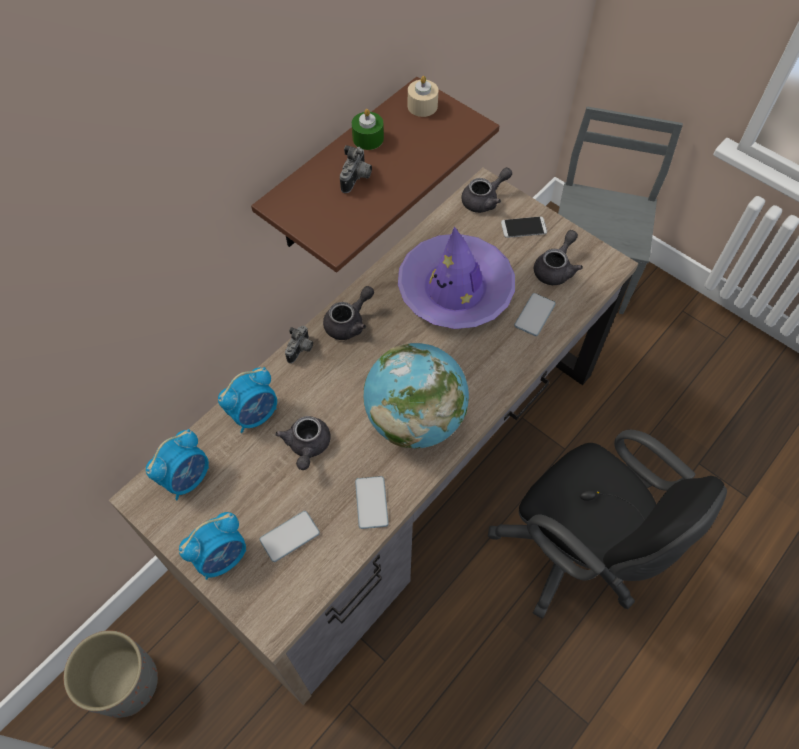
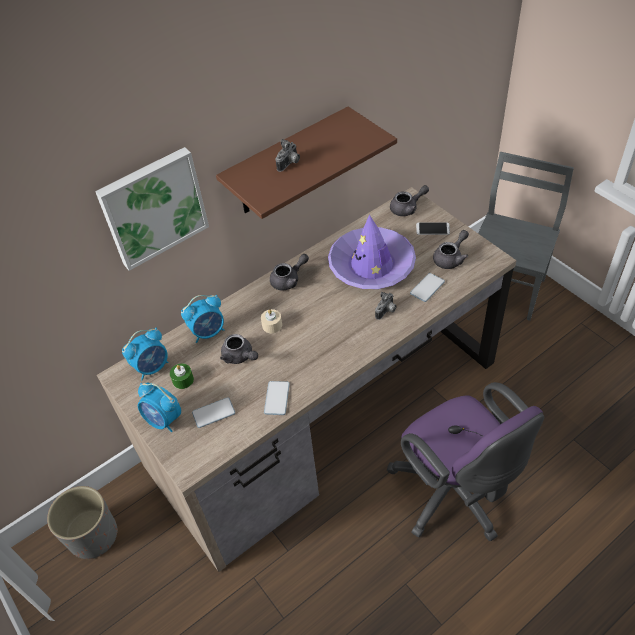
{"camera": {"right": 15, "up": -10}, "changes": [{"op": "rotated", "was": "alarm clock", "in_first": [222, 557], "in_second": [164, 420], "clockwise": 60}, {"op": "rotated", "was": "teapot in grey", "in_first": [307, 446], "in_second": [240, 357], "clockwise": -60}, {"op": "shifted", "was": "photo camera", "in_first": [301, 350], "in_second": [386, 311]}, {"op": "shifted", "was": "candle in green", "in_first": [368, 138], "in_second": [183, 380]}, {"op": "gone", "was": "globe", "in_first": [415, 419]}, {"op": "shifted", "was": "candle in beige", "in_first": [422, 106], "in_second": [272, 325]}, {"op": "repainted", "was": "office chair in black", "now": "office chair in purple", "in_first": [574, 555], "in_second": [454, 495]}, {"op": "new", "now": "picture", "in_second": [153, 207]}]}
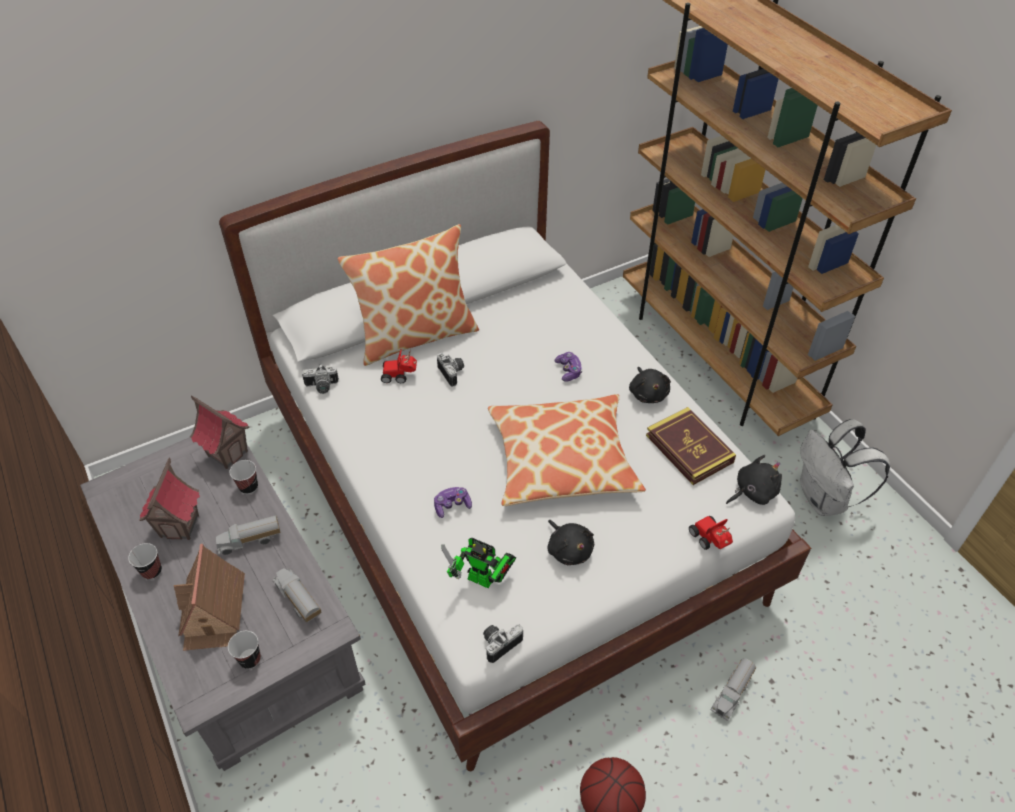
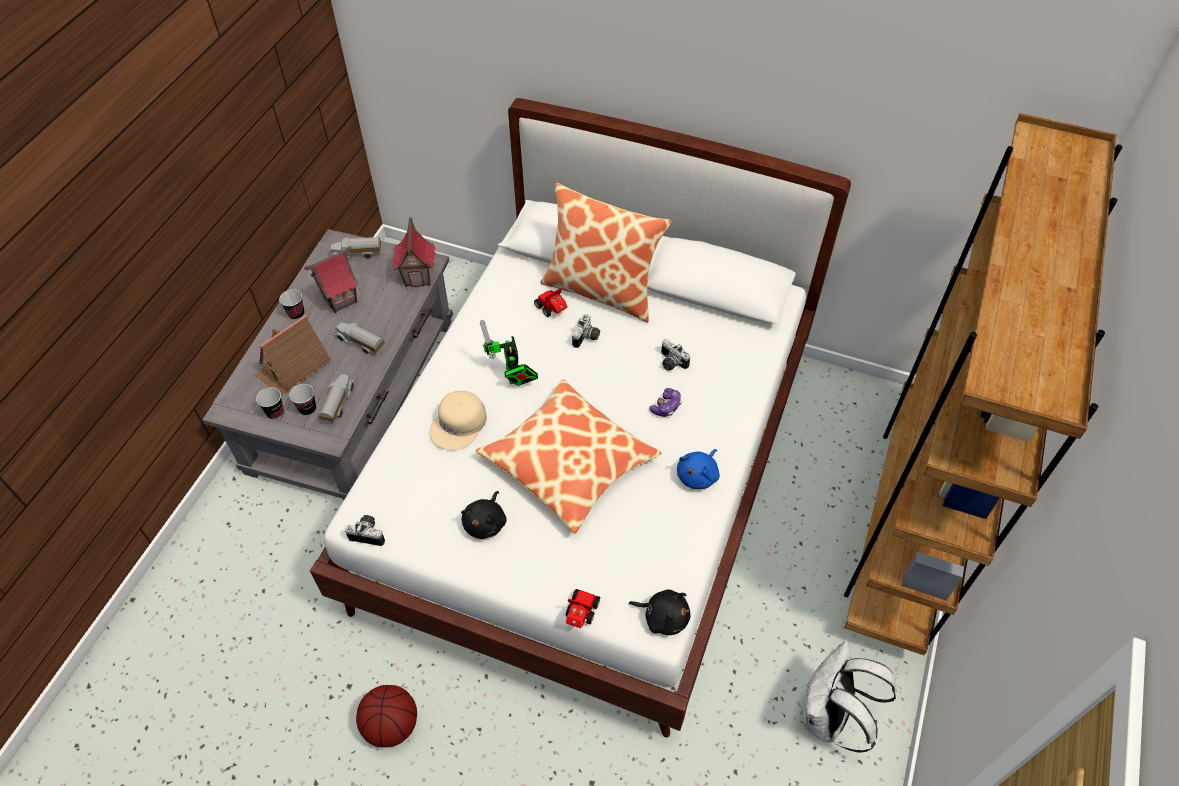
{"camera": {"right": 50, "up": 5}, "changes": [{"op": "shifted", "was": "cup", "in_first": [248, 487], "in_second": [307, 409]}, {"op": "shifted", "was": "photo camera", "in_first": [321, 387], "in_second": [670, 363]}, {"op": "swapped", "was": "game controller", "now": "cap in beige", "in_first": [452, 505], "in_second": [459, 424]}, {"op": "shifted", "was": "toy robot", "in_first": [484, 581], "in_second": [513, 378]}, {"op": "repainted", "was": "plush toy in black", "now": "plush toy in blue", "in_first": [648, 393], "in_second": [698, 475]}, {"op": "gone", "was": "book", "in_first": [689, 449]}, {"op": "shifted", "was": "toy truck", "in_first": [732, 694], "in_second": [357, 254]}]}
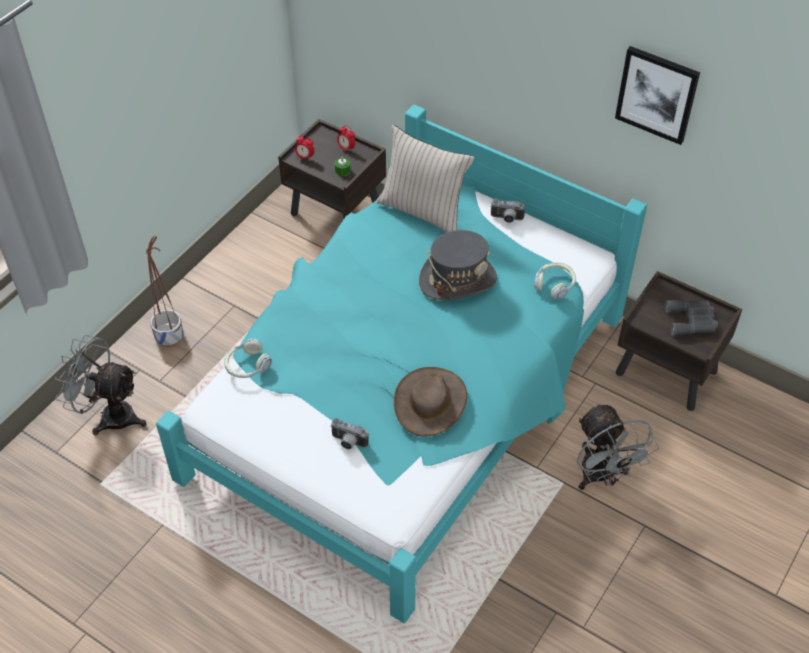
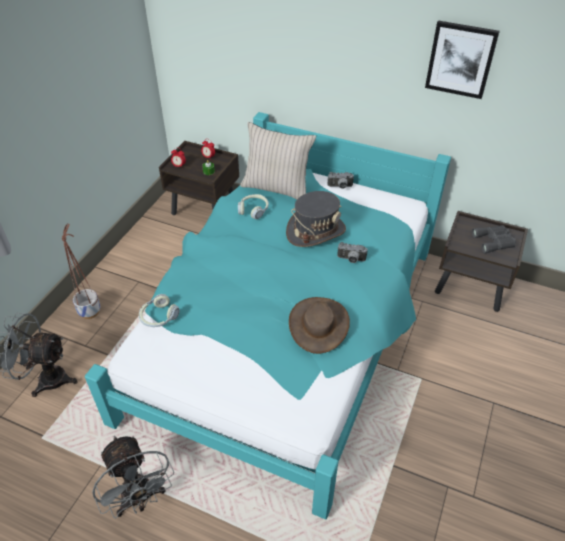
{"camera": {"right": -10, "up": -5}, "changes": [{"op": "shifted", "was": "photo camera", "in_first": [348, 442], "in_second": [351, 260]}, {"op": "shifted", "was": "headphones", "in_first": [554, 284], "in_second": [253, 210]}, {"op": "shifted", "was": "fan in grey", "in_first": [601, 477], "in_second": [140, 499]}]}
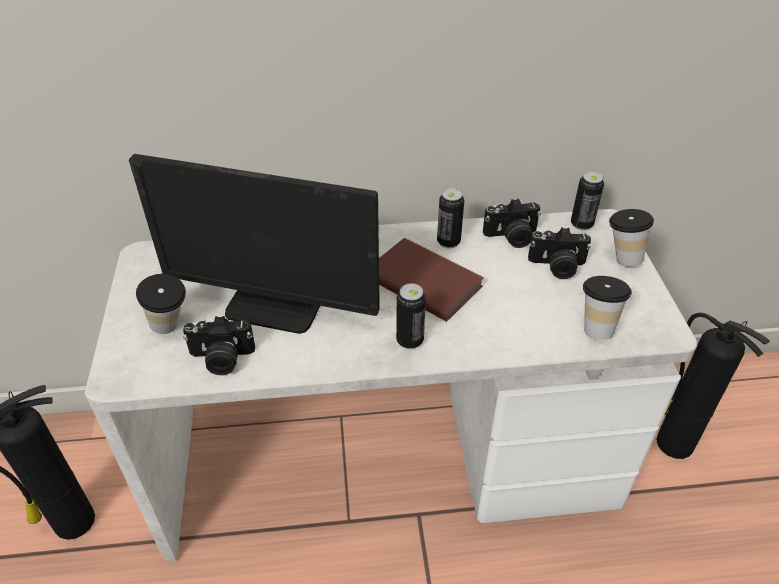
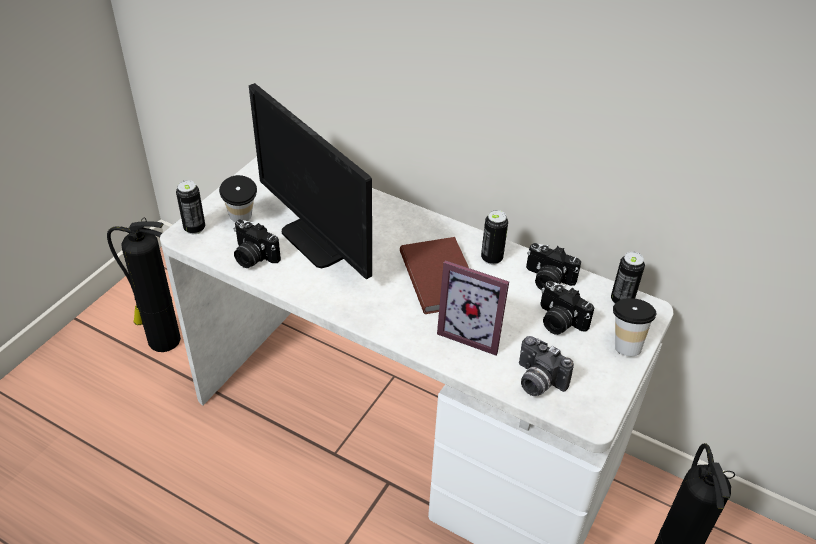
{"camera": {"right": 35, "up": 0}, "changes": [{"op": "shifted", "was": "can", "in_first": [409, 340], "in_second": [194, 228]}, {"op": "swapped", "was": "cup", "now": "photo camera", "in_first": [596, 326], "in_second": [537, 381]}, {"op": "new", "now": "picture frame", "in_second": [473, 332]}]}
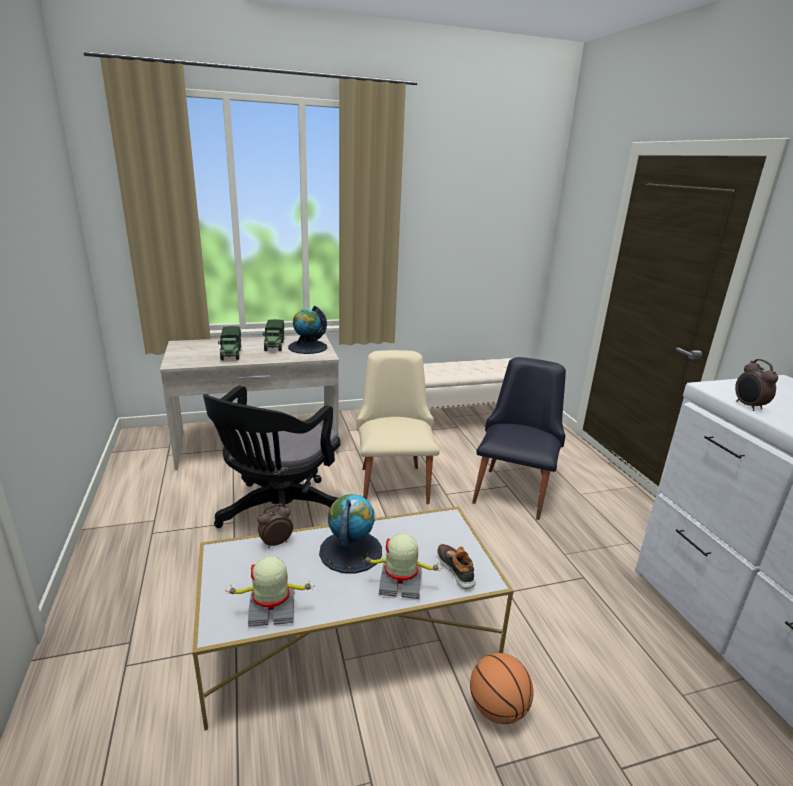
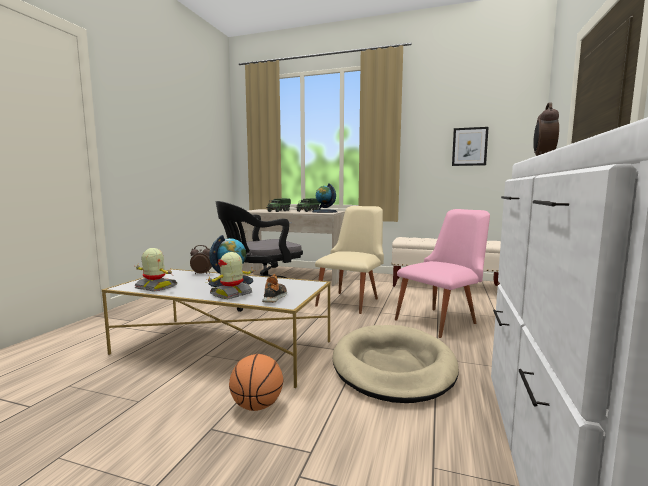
{"camera": {"right": 35, "up": -15}, "changes": [{"op": "rotated", "was": "toy robot", "in_first": [400, 584], "in_second": [232, 294], "clockwise": -90}, {"op": "repainted", "was": "chair in black", "now": "chair in pink", "in_first": [514, 488], "in_second": [442, 320]}, {"op": "new", "now": "dog bed in beige", "in_second": [393, 366]}, {"op": "new", "now": "picture", "in_second": [469, 146]}]}
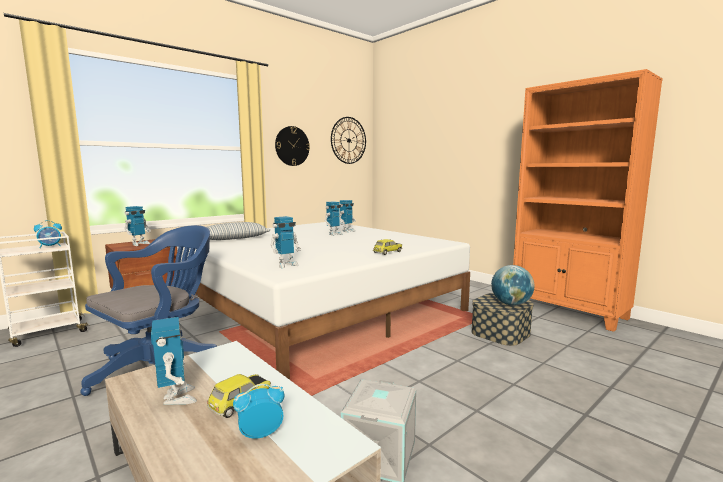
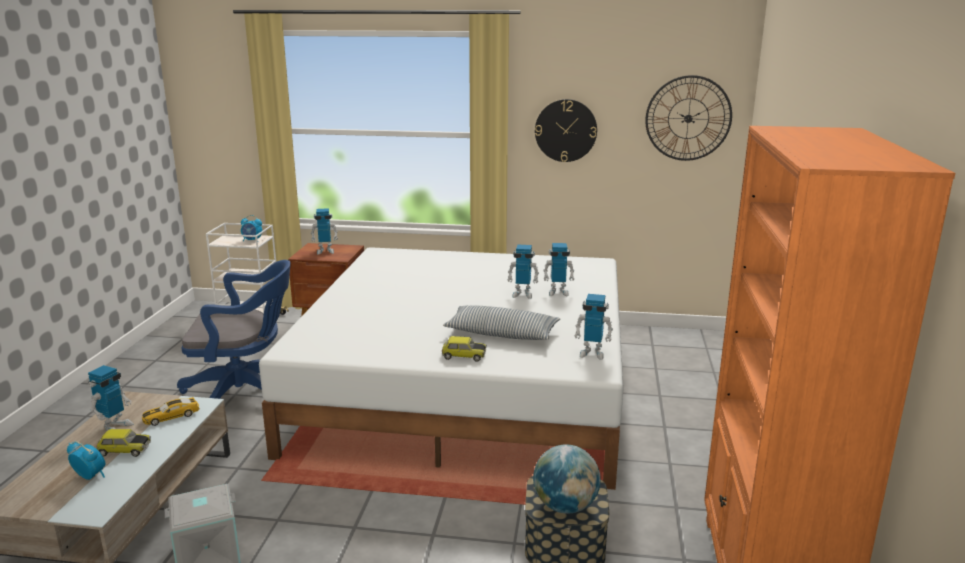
{"camera": {"right": 50, "up": 10}, "changes": [{"op": "shifted", "was": "pillow", "in_first": [234, 238], "in_second": [501, 333]}, {"op": "shifted", "was": "toy robot", "in_first": [286, 265], "in_second": [592, 353]}, {"op": "new", "now": "toy car", "in_second": [171, 416]}]}
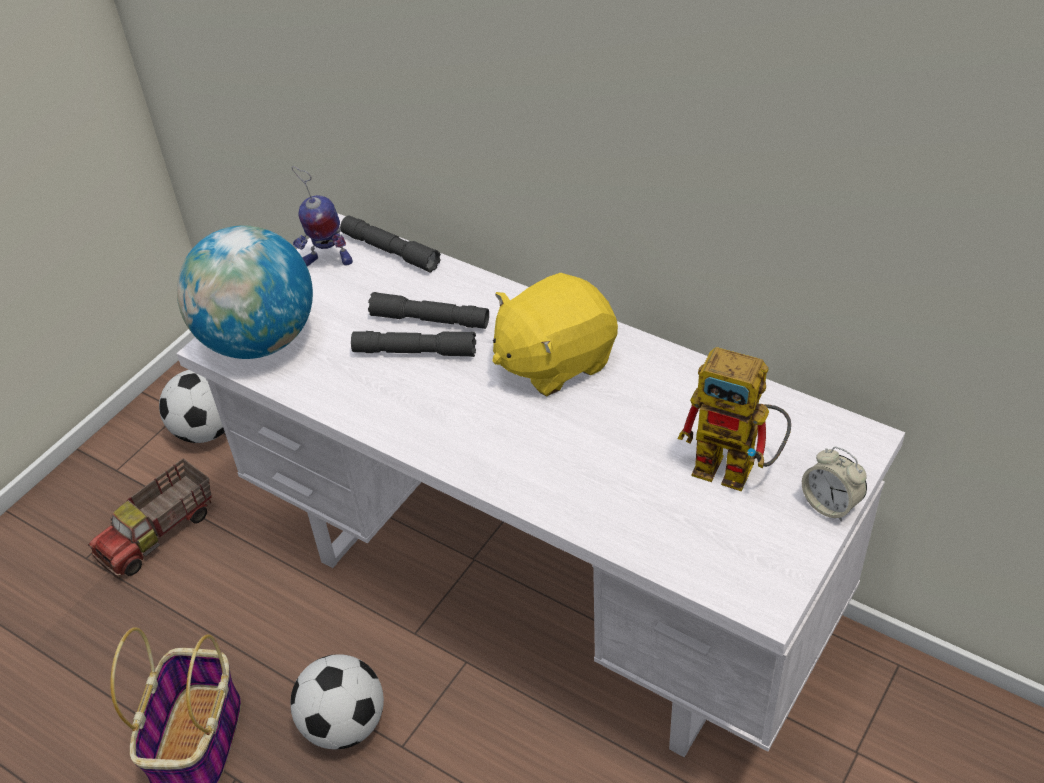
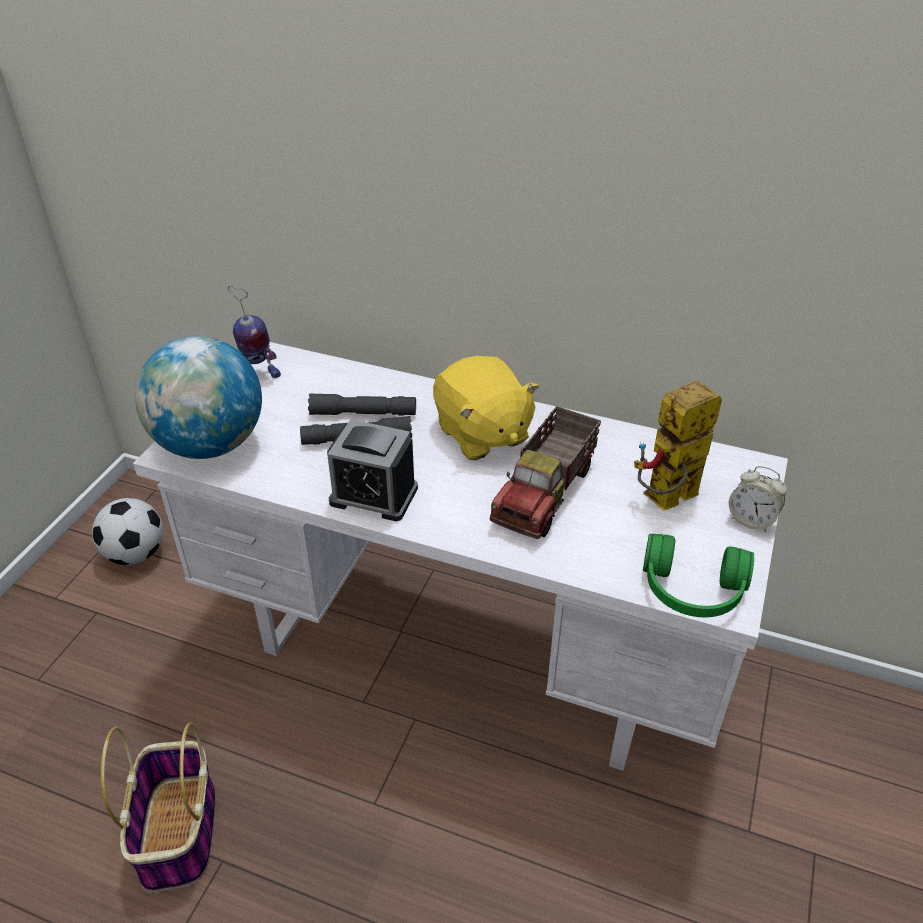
{"camera": {"right": -15, "up": -5}, "changes": [{"op": "shifted", "was": "toy truck", "in_first": [159, 534], "in_second": [546, 493]}, {"op": "gone", "was": "football", "in_first": [344, 724]}, {"op": "gone", "was": "flashlight in grey", "in_first": [390, 251]}, {"op": "rotated", "was": "plush toy in yellow", "in_first": [554, 361], "in_second": [482, 434], "clockwise": -75}, {"op": "rotated", "was": "toy robot", "in_first": [737, 469], "in_second": [665, 502], "clockwise": 135}, {"op": "new", "now": "alarm clock", "in_second": [373, 495]}, {"op": "new", "now": "headphones in green", "in_second": [692, 592]}]}
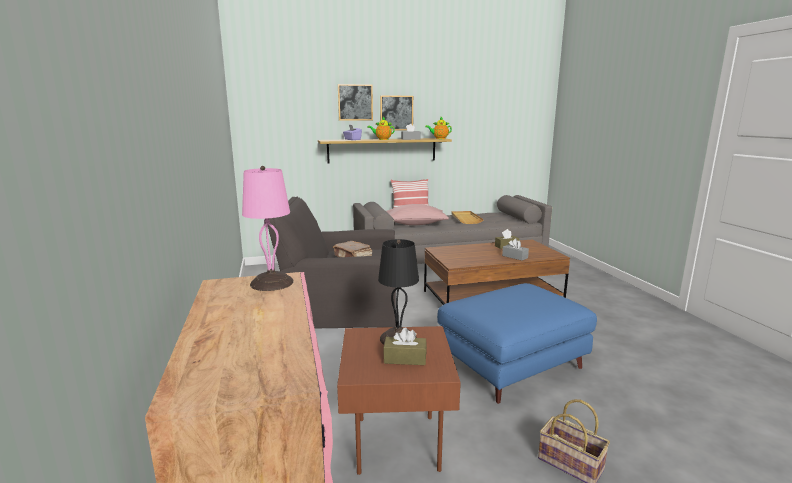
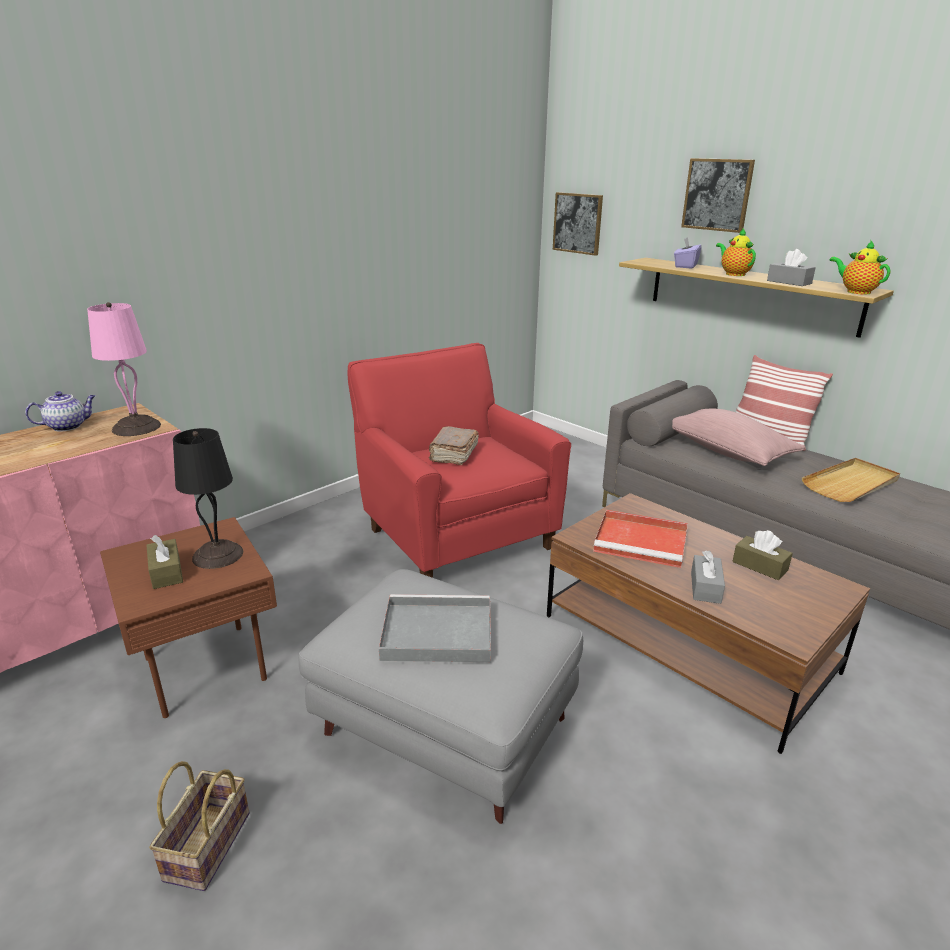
{"camera": {"right": 60, "up": 10}, "changes": [{"op": "repainted", "was": "armchair in grey", "now": "armchair in red", "in_first": [341, 319], "in_second": [454, 534]}, {"op": "shifted", "was": "picture", "in_first": [396, 113], "in_second": [578, 223]}, {"op": "repainted", "was": "ottoman in blue", "now": "ottoman in grey", "in_first": [511, 365], "in_second": [446, 726]}, {"op": "new", "now": "teapot", "in_second": [68, 426]}, {"op": "new", "now": "tray in grey", "in_second": [435, 633]}, {"op": "new", "now": "tray in red", "in_second": [643, 542]}]}
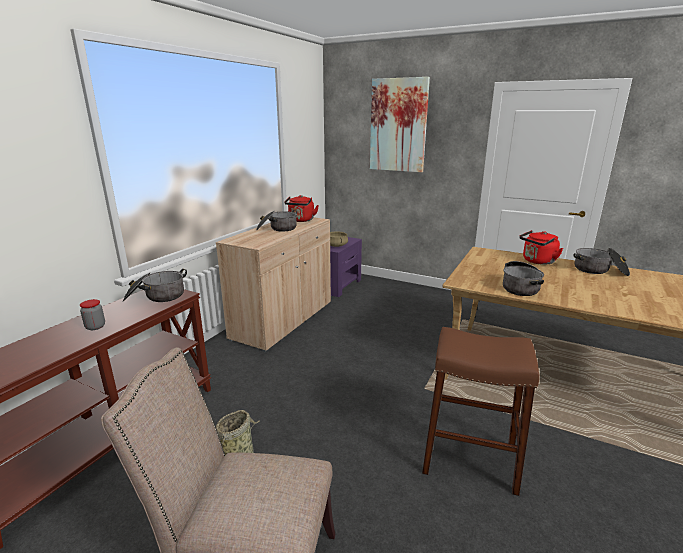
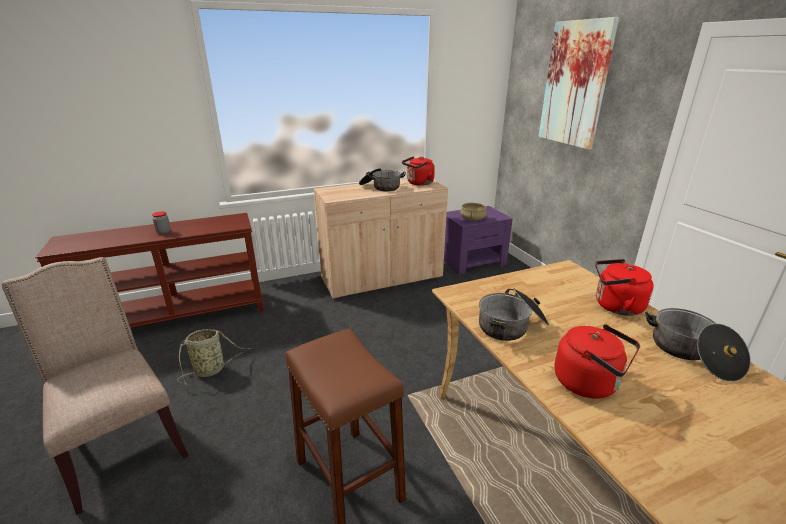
{"camera": {"right": 40, "up": 5}, "changes": [{"op": "gone", "was": "cooking pot", "in_first": [156, 297]}, {"op": "new", "now": "kettle in red", "in_second": [589, 383]}]}
